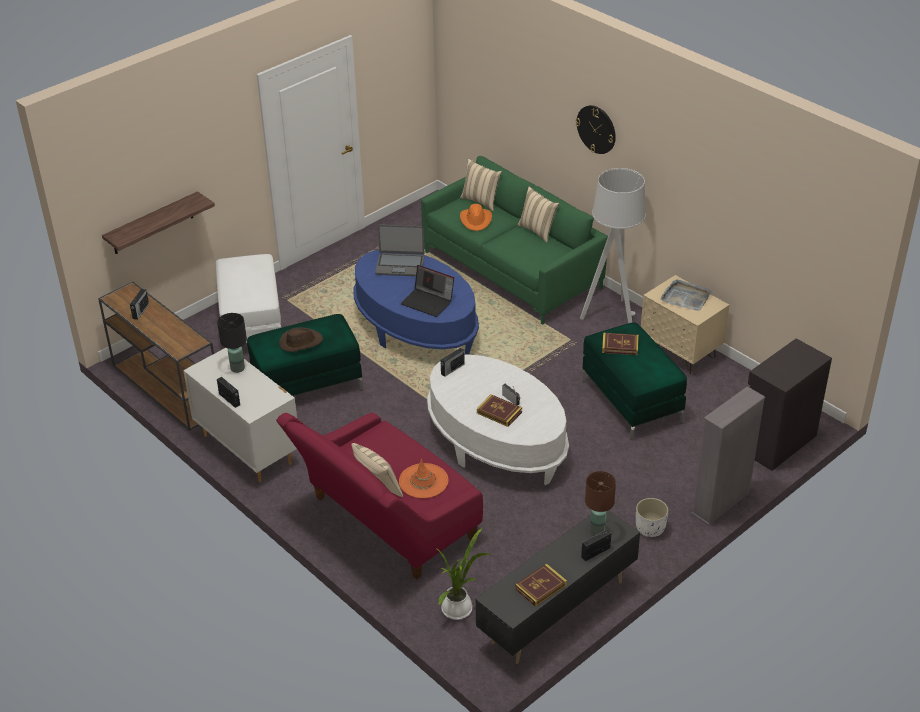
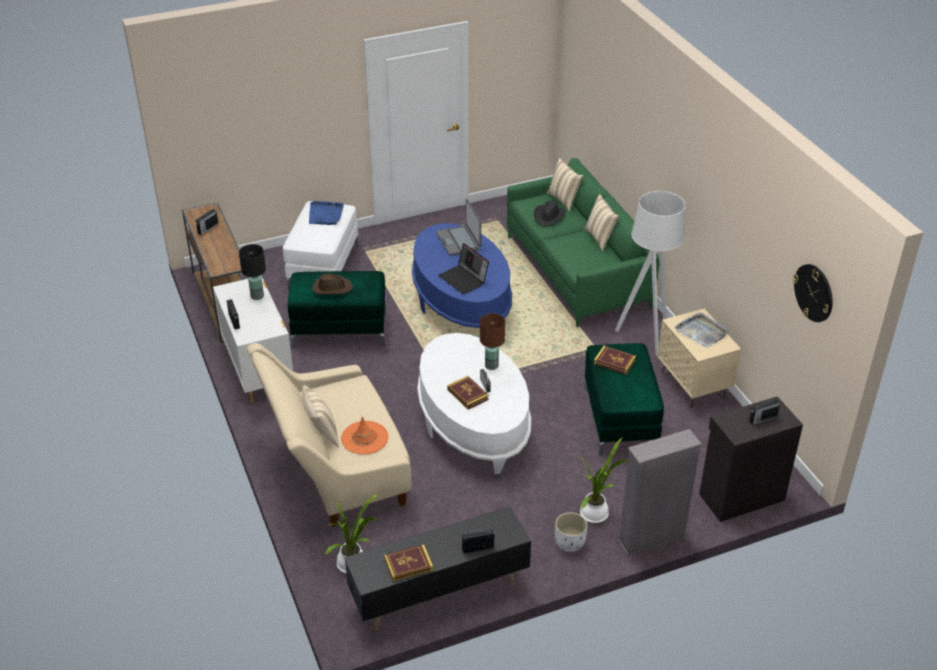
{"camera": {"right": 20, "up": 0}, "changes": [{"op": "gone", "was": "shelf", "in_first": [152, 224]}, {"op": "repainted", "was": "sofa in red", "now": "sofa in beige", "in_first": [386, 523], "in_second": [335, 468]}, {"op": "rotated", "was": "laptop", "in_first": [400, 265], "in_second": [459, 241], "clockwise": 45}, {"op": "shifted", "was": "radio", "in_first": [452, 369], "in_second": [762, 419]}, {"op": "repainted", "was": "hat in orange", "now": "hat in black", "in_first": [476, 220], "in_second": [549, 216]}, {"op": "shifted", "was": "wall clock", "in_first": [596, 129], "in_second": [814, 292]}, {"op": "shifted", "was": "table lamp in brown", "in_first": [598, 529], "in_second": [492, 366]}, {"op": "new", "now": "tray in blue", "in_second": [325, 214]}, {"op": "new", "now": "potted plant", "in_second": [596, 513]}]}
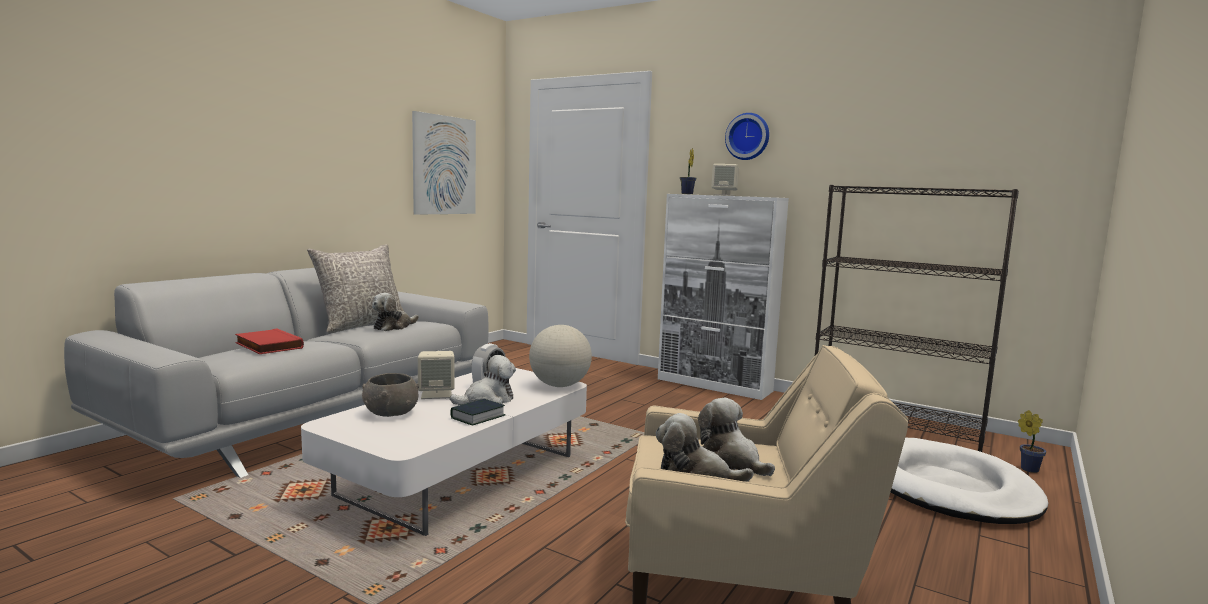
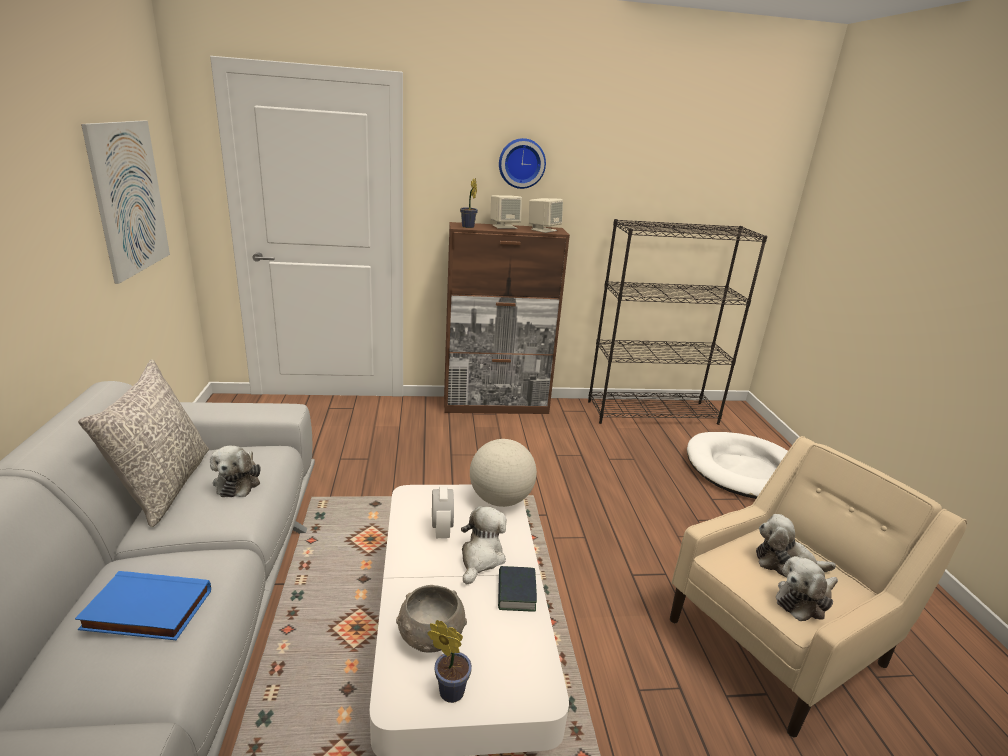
{"camera": {"right": -40, "up": 15}, "changes": [{"op": "repainted", "was": "book in red", "now": "book in blue", "in_first": [267, 346], "in_second": [145, 611]}, {"op": "shifted", "was": "speaker in beige", "in_first": [437, 394], "in_second": [543, 230]}, {"op": "repainted", "was": "cabinet in white", "now": "cabinet in brown", "in_first": [714, 385], "in_second": [496, 406]}, {"op": "shifted", "was": "potted plant", "in_first": [1027, 468], "in_second": [448, 690]}]}
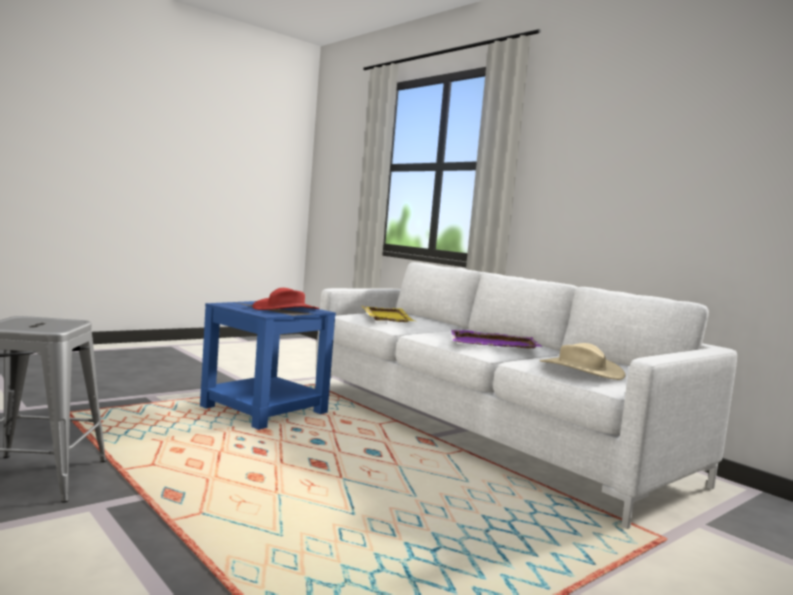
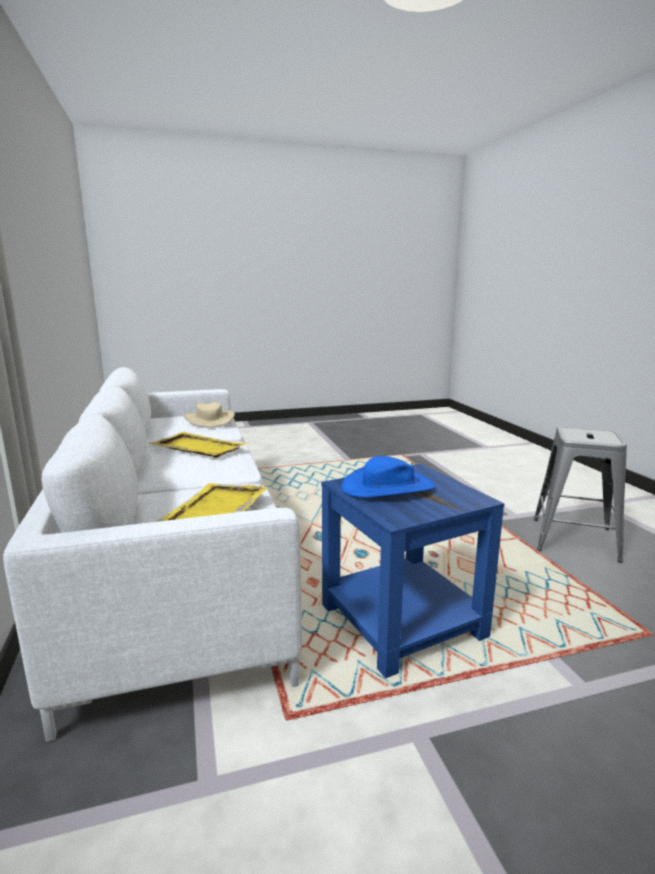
{"camera": {"right": -155, "up": 10}, "changes": [{"op": "repainted", "was": "hat in red", "now": "hat in blue", "in_first": [286, 309], "in_second": [388, 487]}, {"op": "repainted", "was": "tray in purple", "now": "tray in yellow", "in_first": [495, 343], "in_second": [198, 447]}]}
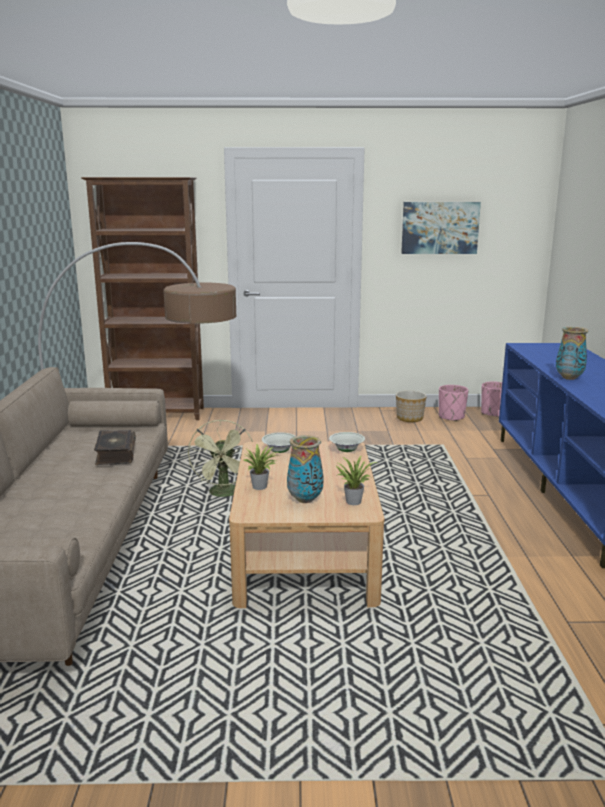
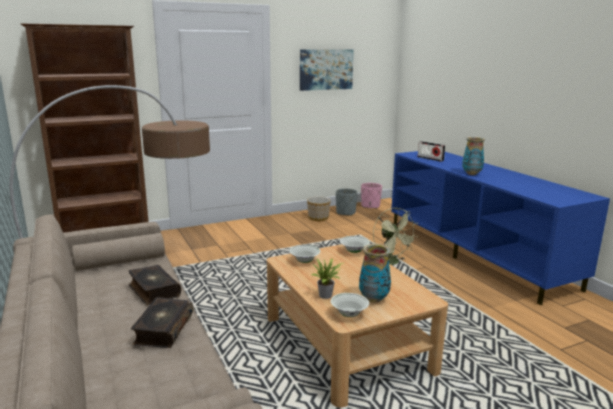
{"camera": {"right": -25, "up": 0}, "changes": [{"op": "shifted", "was": "fan in green", "in_first": [224, 494], "in_second": [392, 263]}, {"op": "gone", "was": "potted plant", "in_first": [353, 501]}, {"op": "repainted", "was": "planter in pink", "now": "planter in grey", "in_first": [451, 417], "in_second": [345, 213]}, {"op": "new", "now": "book", "in_second": [163, 330]}, {"op": "new", "now": "bowl in white", "in_second": [349, 315]}, {"op": "new", "now": "radio", "in_second": [430, 159]}]}
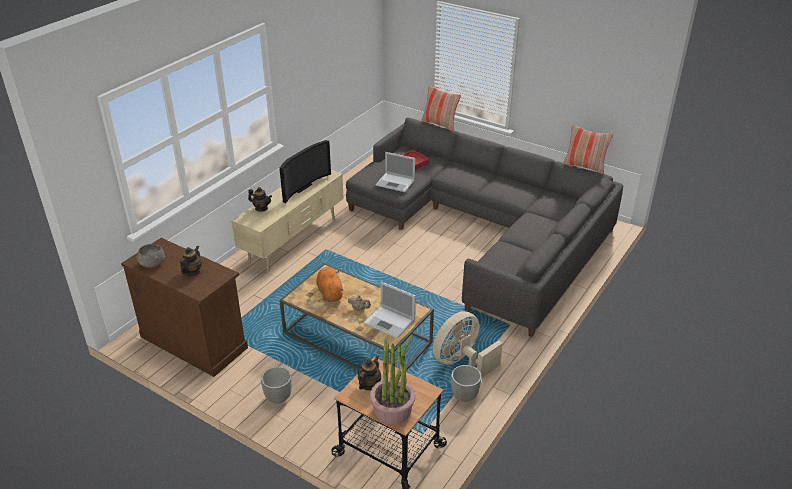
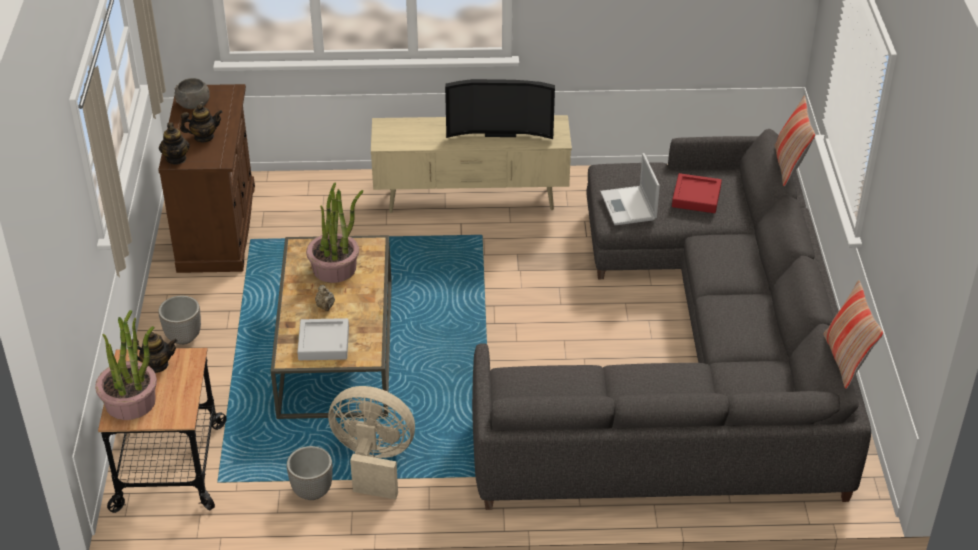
{"camera": {"right": 55, "up": 5}, "changes": [{"op": "shifted", "was": "teapot", "in_first": [261, 208], "in_second": [176, 158]}, {"op": "swapped", "was": "plush toy in orange", "now": "potted plant", "in_first": [330, 292], "in_second": [335, 268]}, {"op": "swapped", "was": "laptop", "now": "tray in grey", "in_first": [390, 322], "in_second": [323, 343]}]}
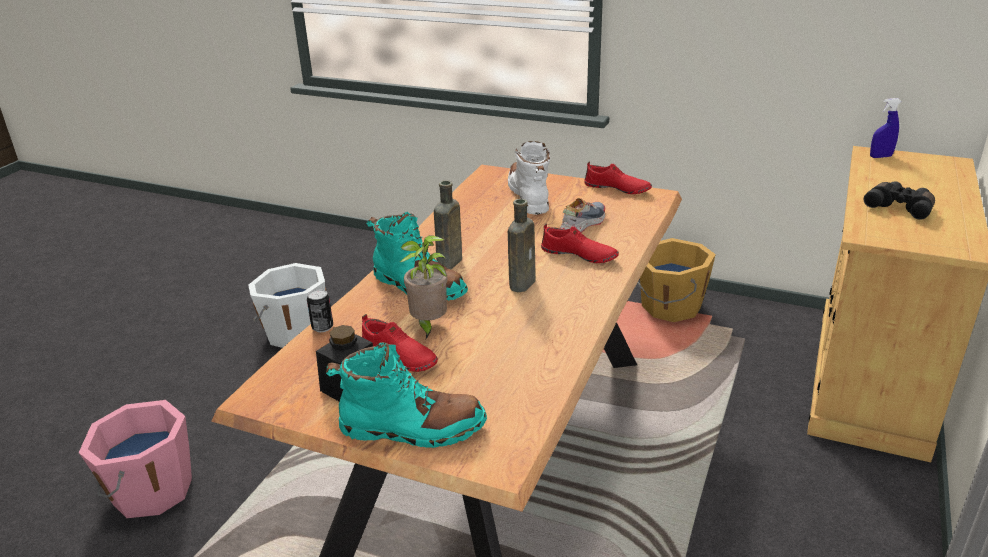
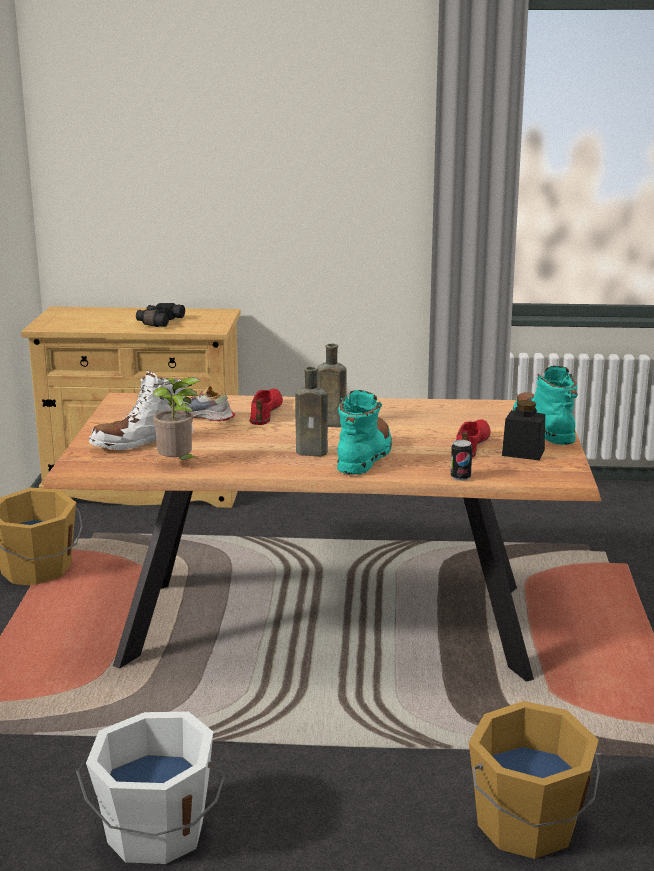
{"camera": {"right": -110, "up": -10}, "changes": [{"op": "repainted", "was": "bucket in pink", "now": "bucket in orange", "in_first": [150, 491], "in_second": [528, 826]}, {"op": "shifted", "was": "potted plant", "in_first": [428, 326], "in_second": [178, 464]}, {"op": "gone", "was": "shoe in red", "in_first": [617, 188]}, {"op": "gone", "was": "spray bottle in blue", "in_first": [880, 156]}]}
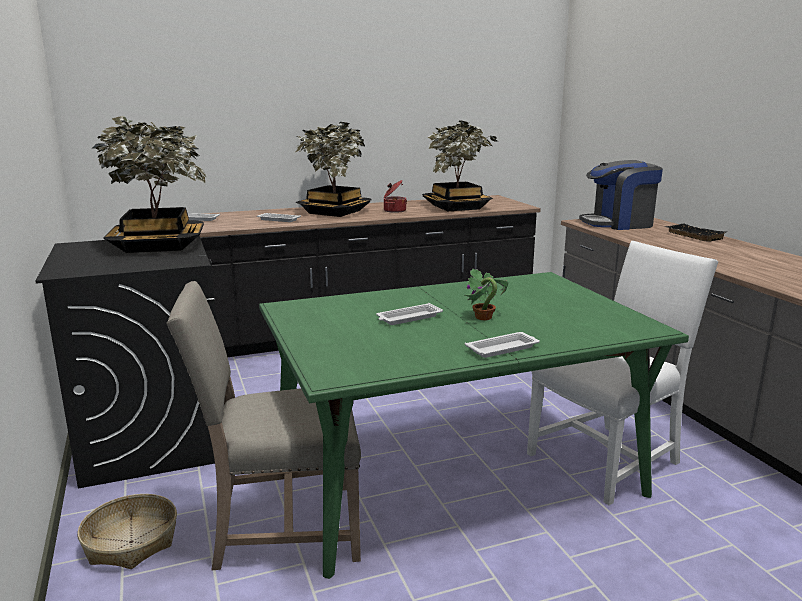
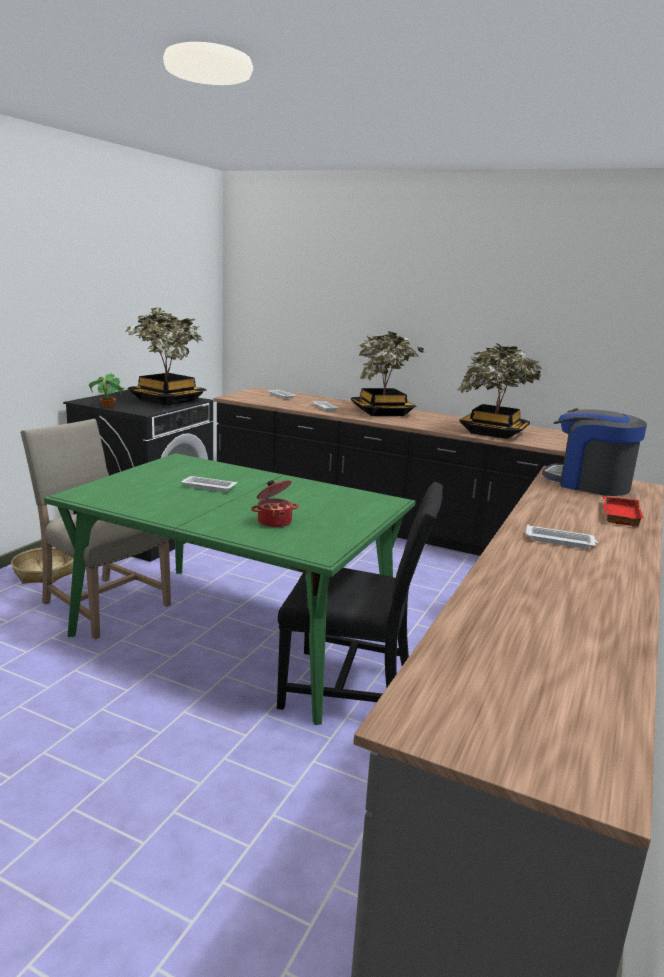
{"camera": {"right": 45, "up": 0}, "changes": [{"op": "shifted", "was": "cooking pot", "in_first": [394, 210], "in_second": [274, 521]}, {"op": "shifted", "was": "potted plant", "in_first": [483, 317], "in_second": [107, 406]}, {"op": "shifted", "was": "tray in white", "in_first": [503, 348], "in_second": [560, 541]}, {"op": "repainted", "was": "chair in white", "now": "chair in black", "in_first": [608, 458], "in_second": [352, 688]}, {"op": "repainted", "was": "tray in black", "now": "tray in red", "in_first": [692, 236], "in_second": [618, 514]}]}
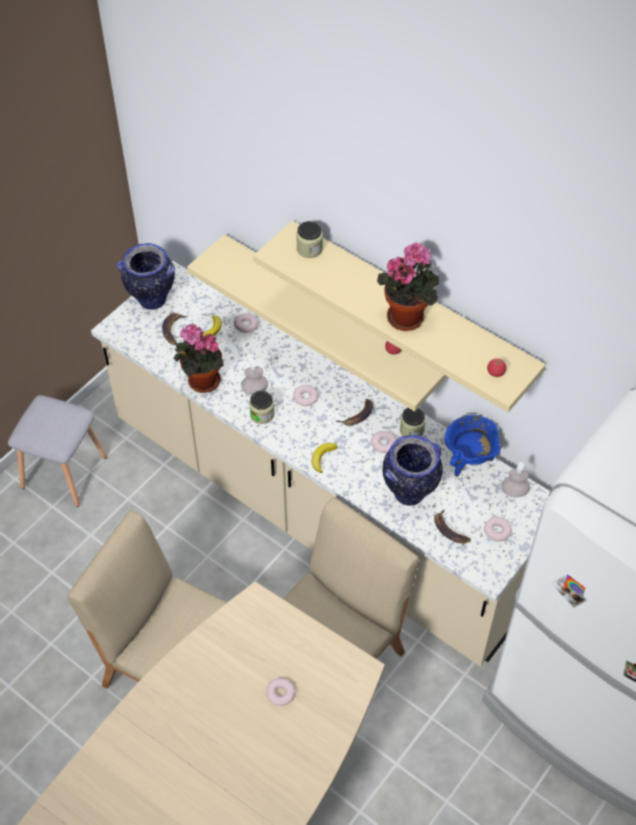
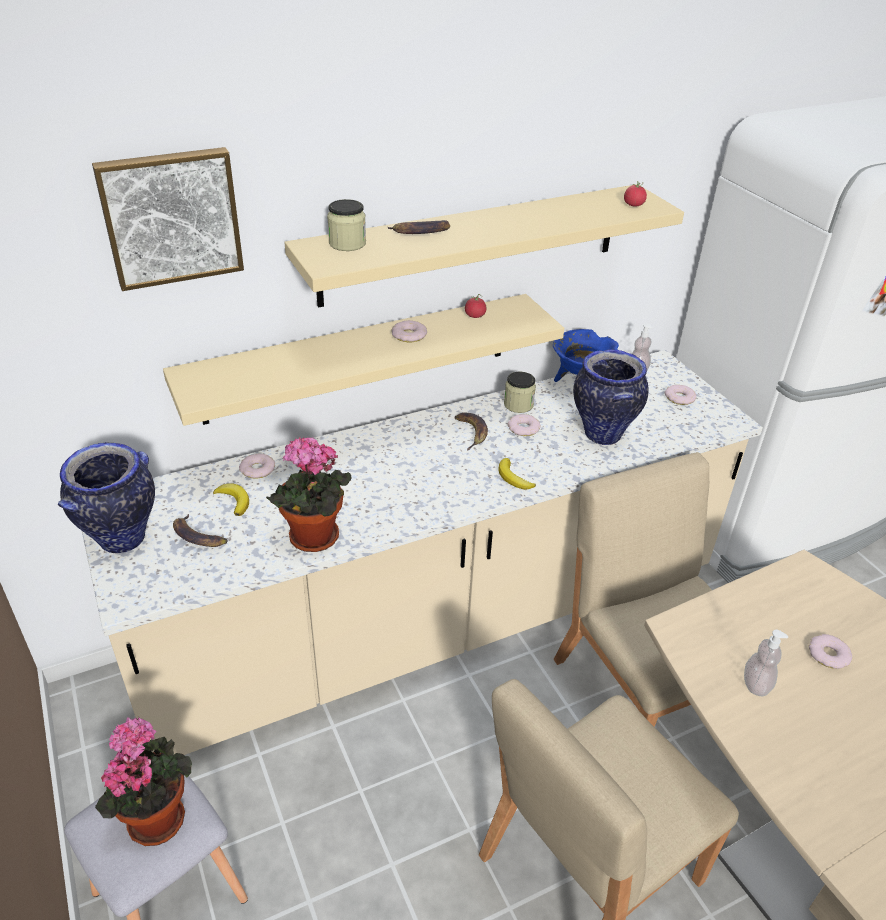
{"camera": {"right": -65, "up": -15}, "changes": [{"op": "shifted", "was": "soap dispenser", "in_first": [255, 390], "in_second": [756, 684]}, {"op": "gone", "was": "jar", "in_first": [262, 414]}, {"op": "shifted", "was": "donut", "in_first": [305, 397], "in_second": [409, 335]}, {"op": "shifted", "was": "potted plant", "in_first": [408, 315], "in_second": [156, 815]}, {"op": "shifted", "was": "banana", "in_first": [449, 530], "in_second": [420, 233]}, {"op": "new", "now": "picture", "in_second": [171, 217]}]}
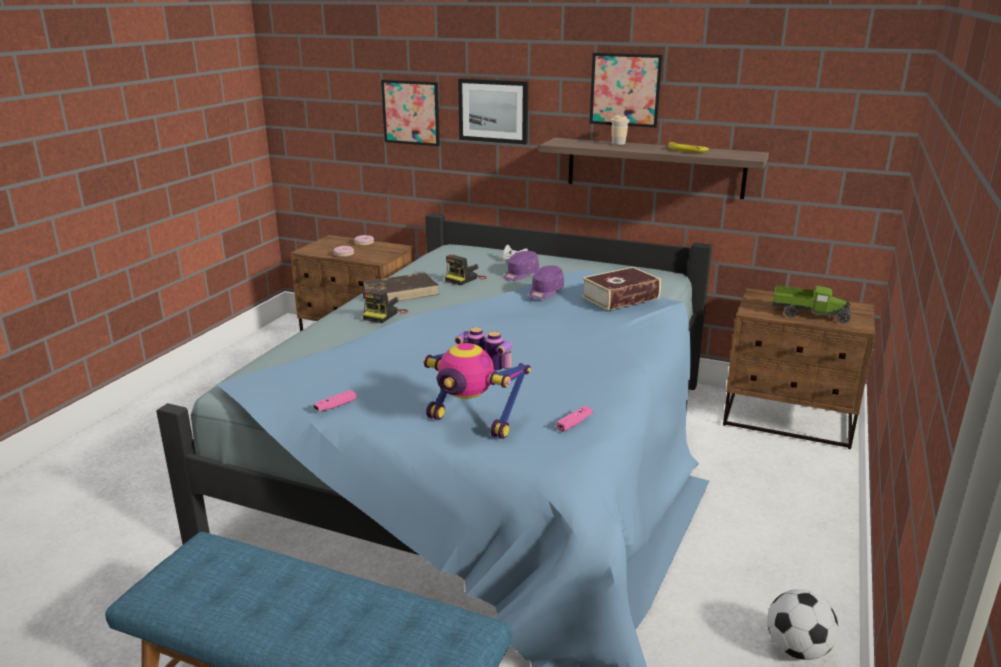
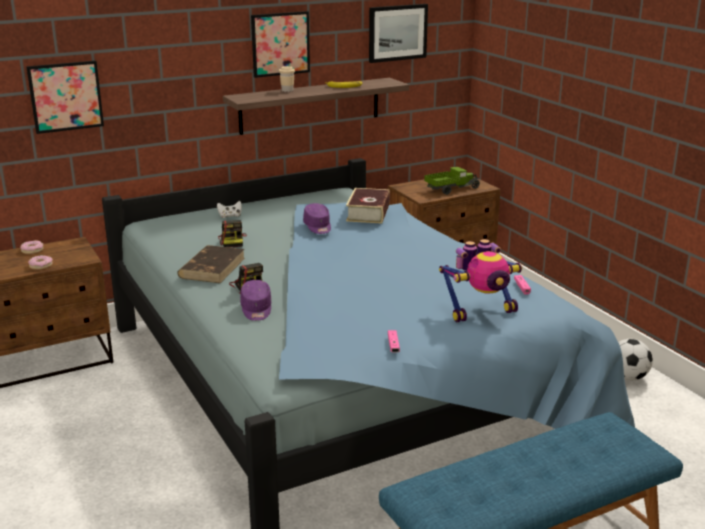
{"camera": {"right": -50, "up": 0}, "changes": [{"op": "shifted", "was": "picture", "in_first": [493, 110], "in_second": [397, 32]}, {"op": "shifted", "was": "cap in purple", "in_first": [520, 274], "in_second": [256, 309]}]}
